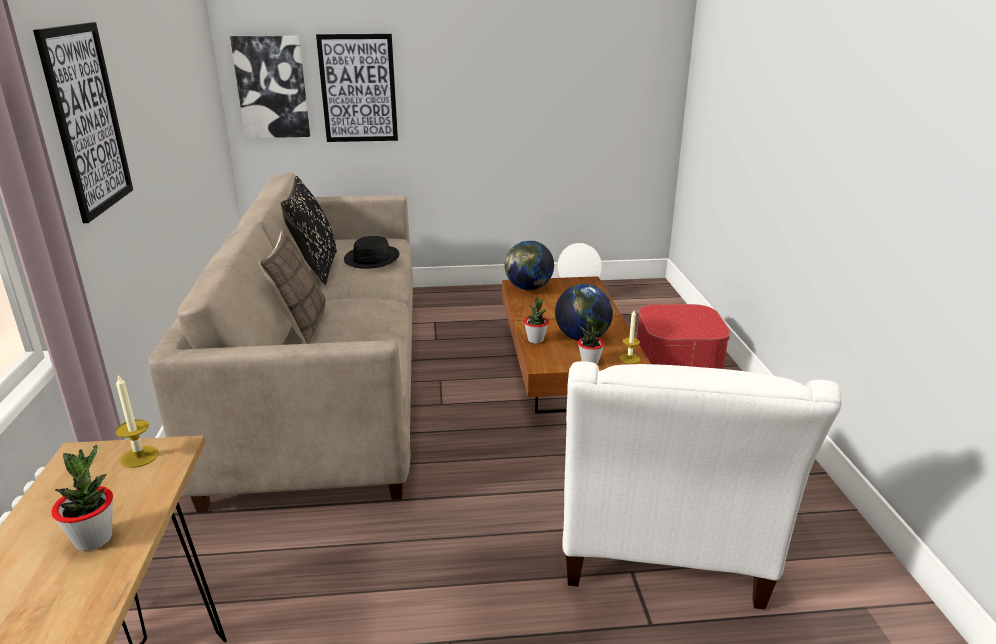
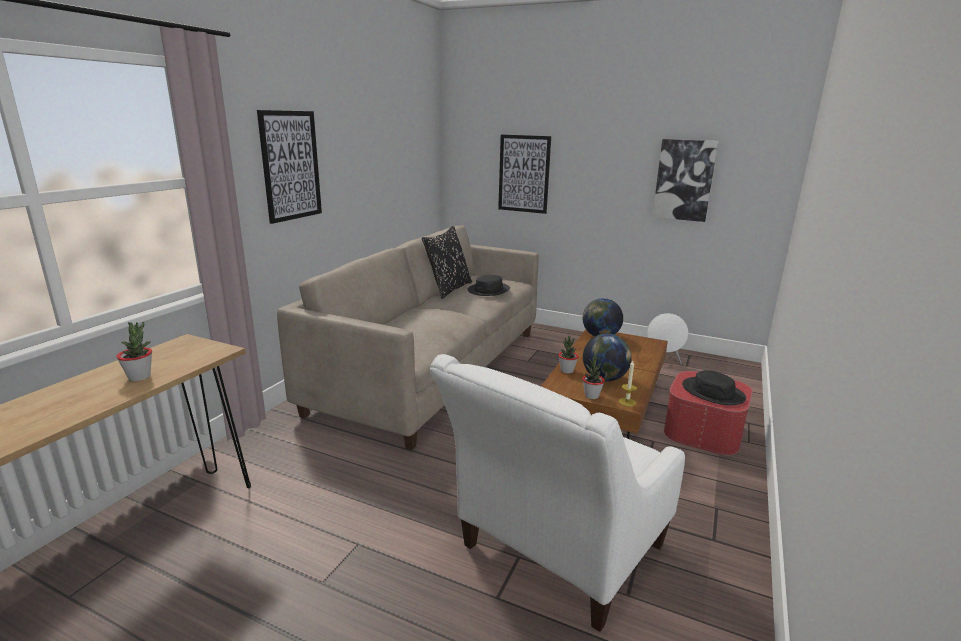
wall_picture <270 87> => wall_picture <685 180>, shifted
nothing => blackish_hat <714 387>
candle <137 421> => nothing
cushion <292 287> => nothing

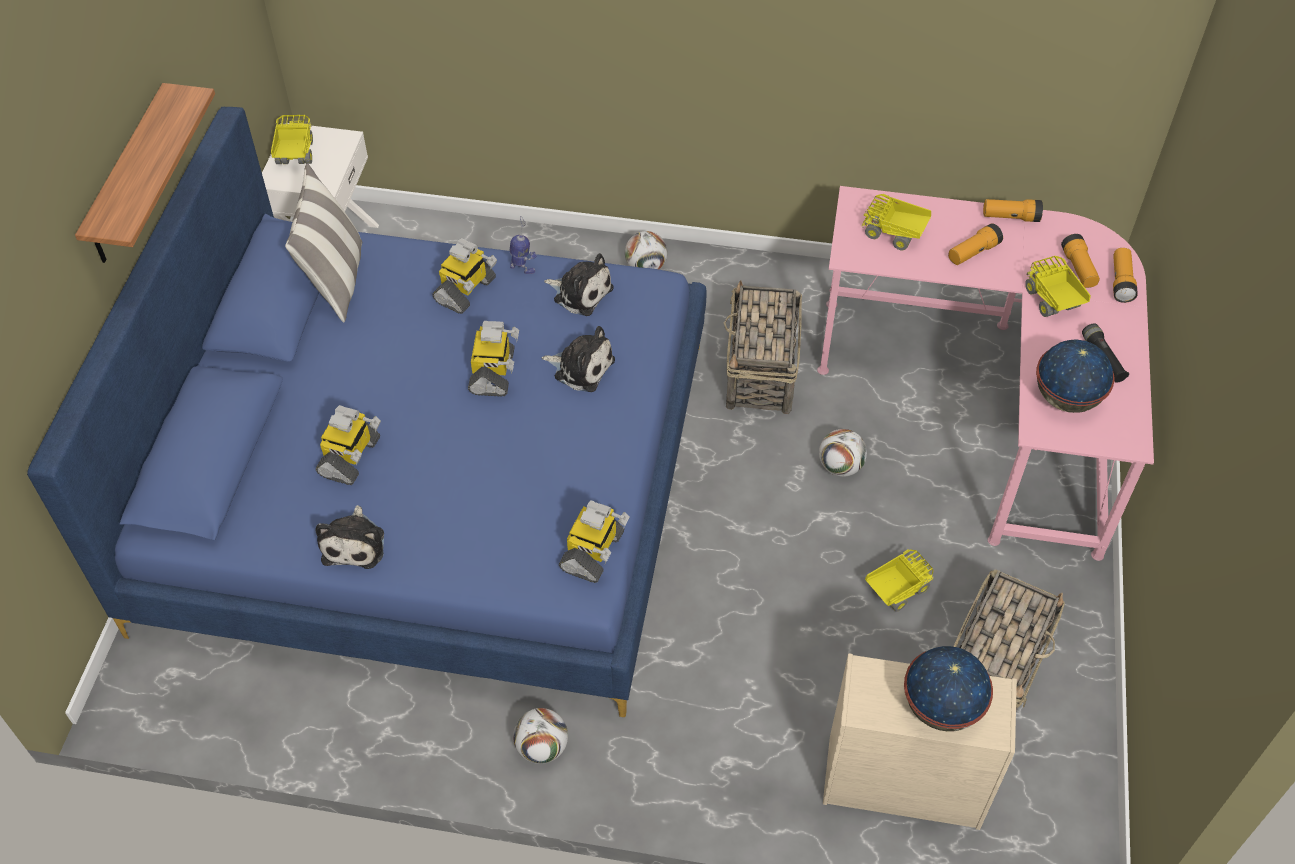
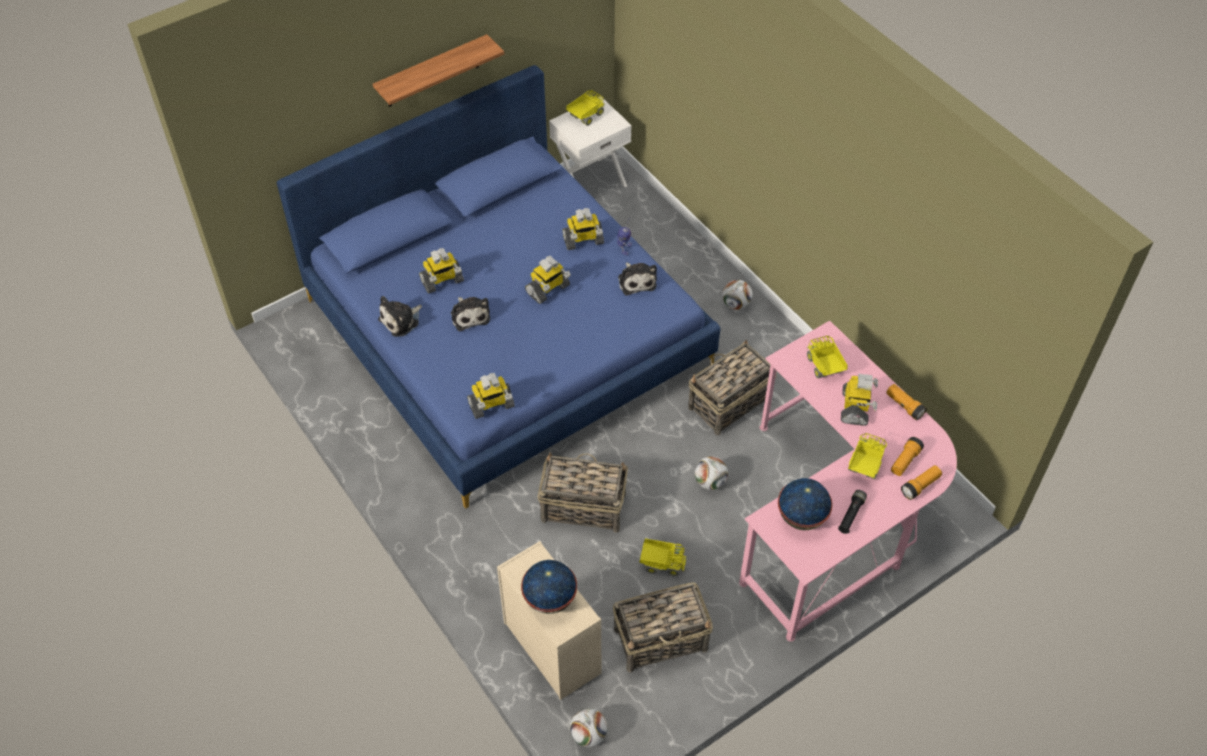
plush_toy <578 359> => plush_toy <470 314>, shifted
nothing => basket <583 492>
football_ball <540 736> => football_ball <589 727>, shifted
flashlight <975 244> => robot_figure <859 400>
cushion <323 243> => nothing

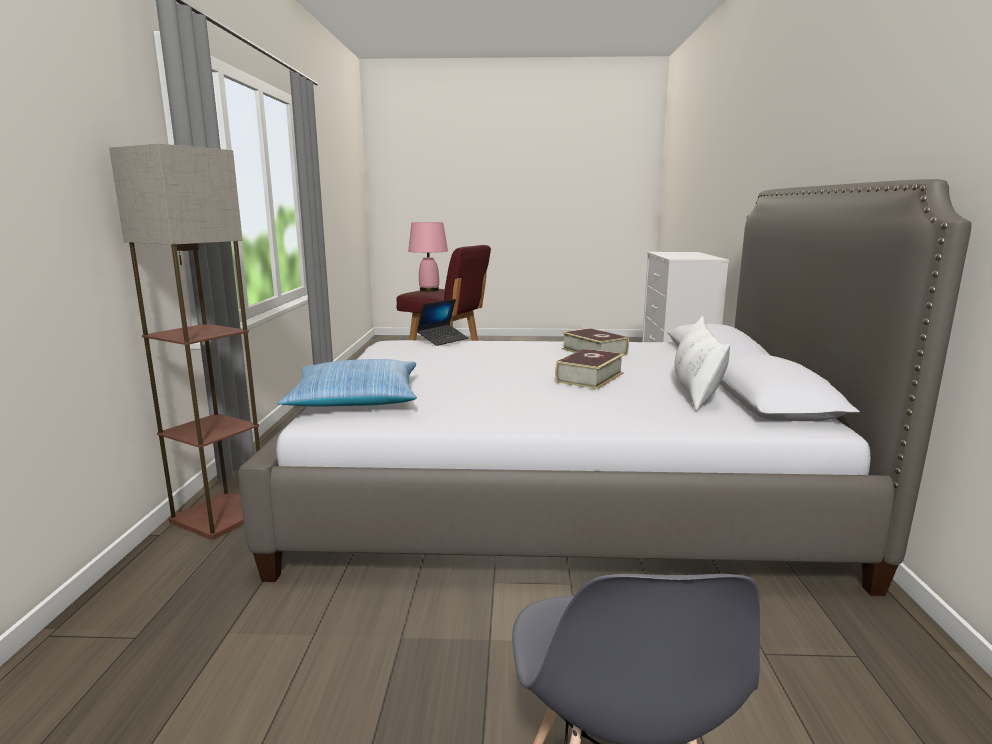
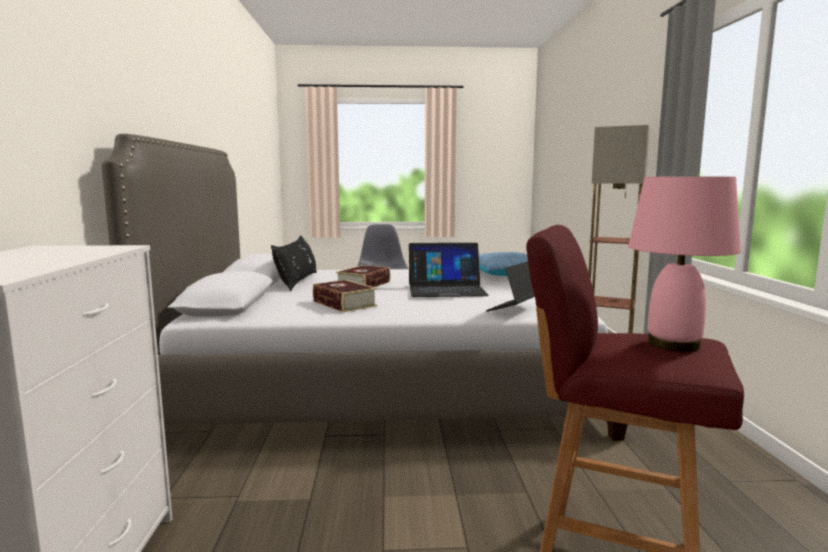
white-coloured_cushion <702 363> => blackish_cushion <294 263>
nothing => portable_computer <449 270>

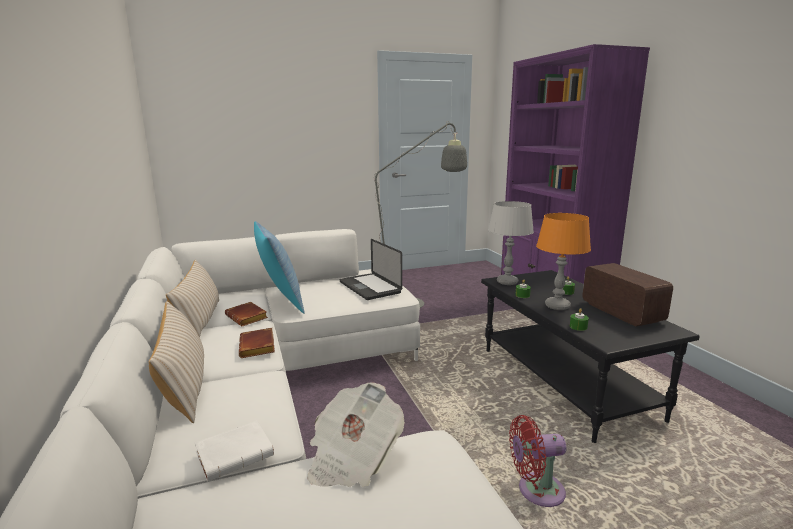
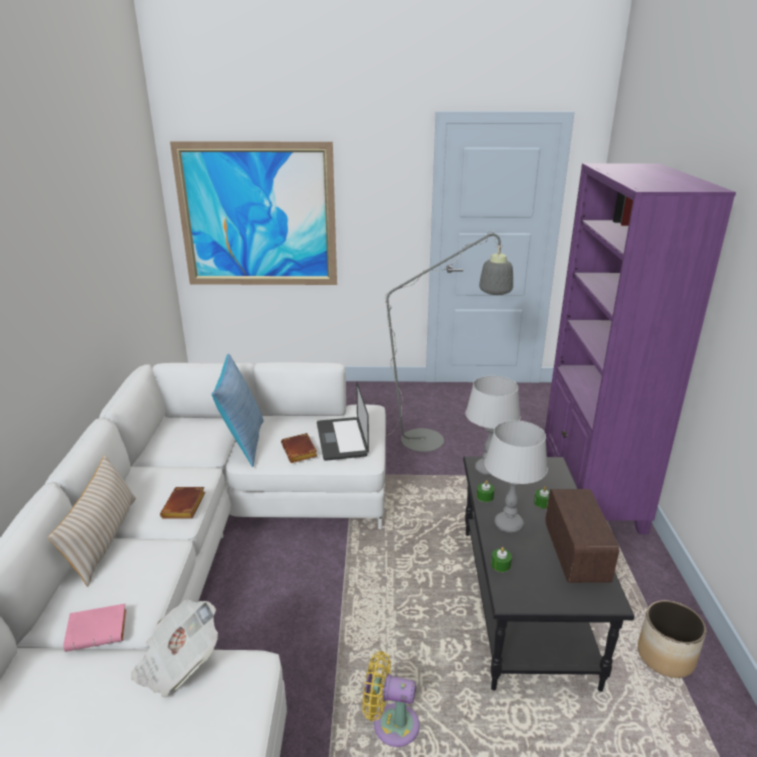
white-coloured_volume <234 451> => pink-coloured_volume <95 628>
nothing => wall_picture <253 213>
brown-coloured_volume <246 314> => brown-coloured_volume <299 448>, shifted
red_electric_fan <537 461> => yellow-coloured_electric_fan <391 699>
orange_lamp_for_a_table <563 261> => greyish_lamp_for_a_table <516 476>
nothing => plant_pot <672 639>
beige_cushion <192 299> => nothing

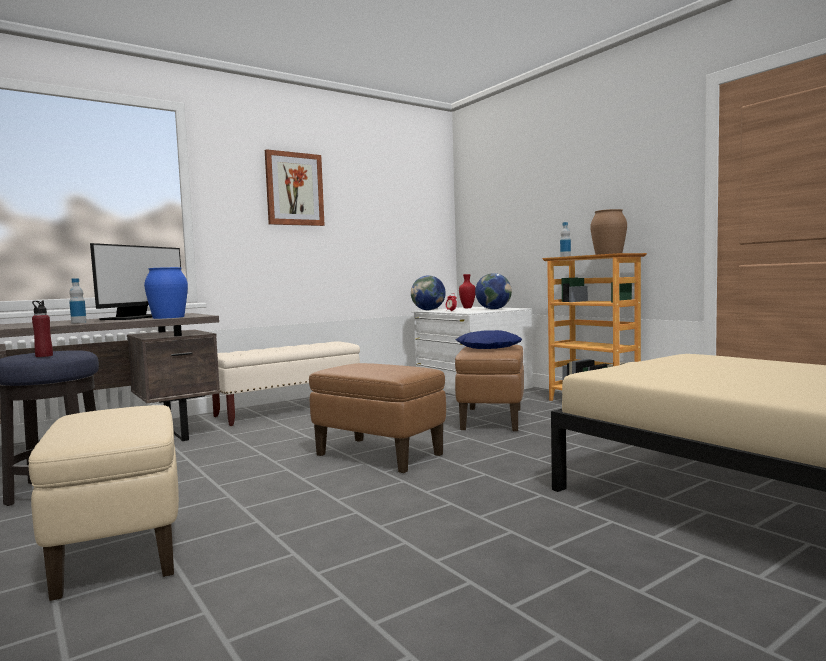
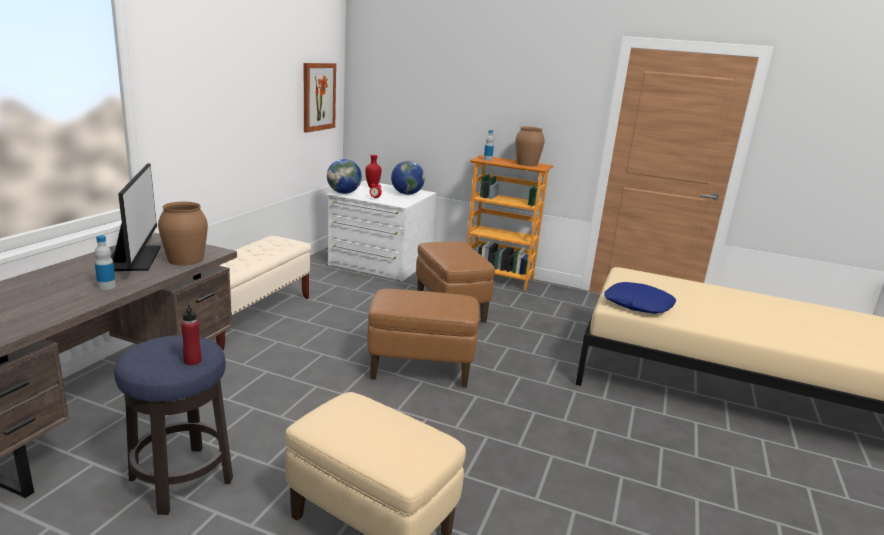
bluish_vase <166 293> => brown-coloured_vase <183 233>
wall_picture <295 187> => wall_picture <320 98>, shifted
bluish_cushion <488 339> => bluish_cushion <640 298>, shifted

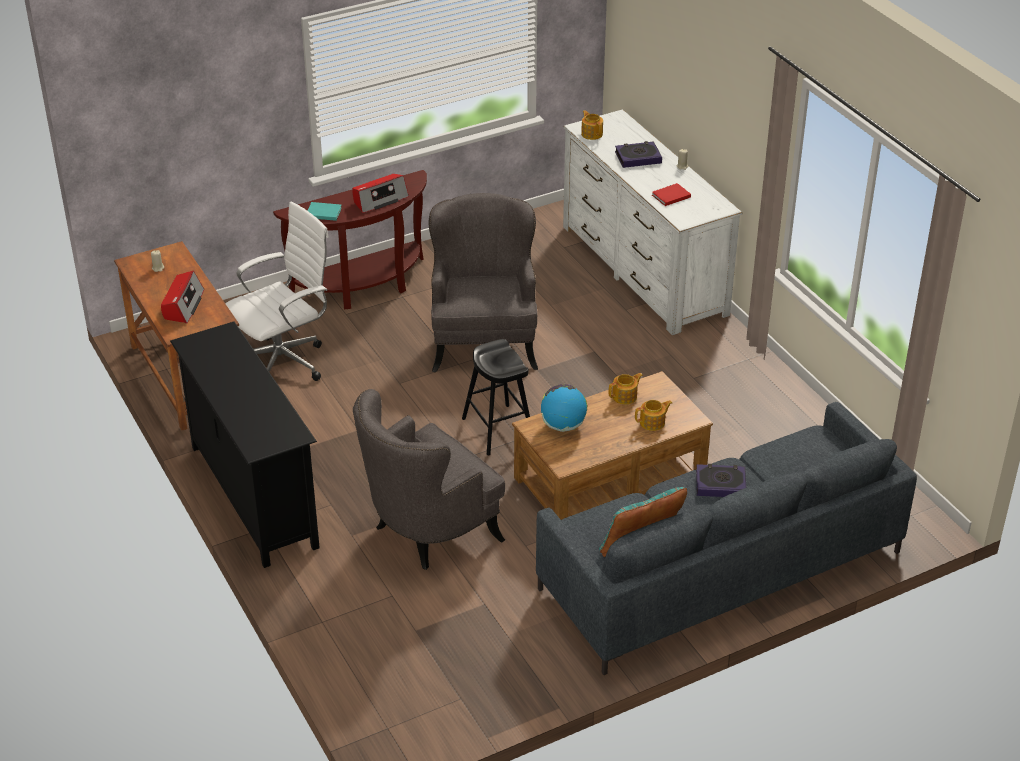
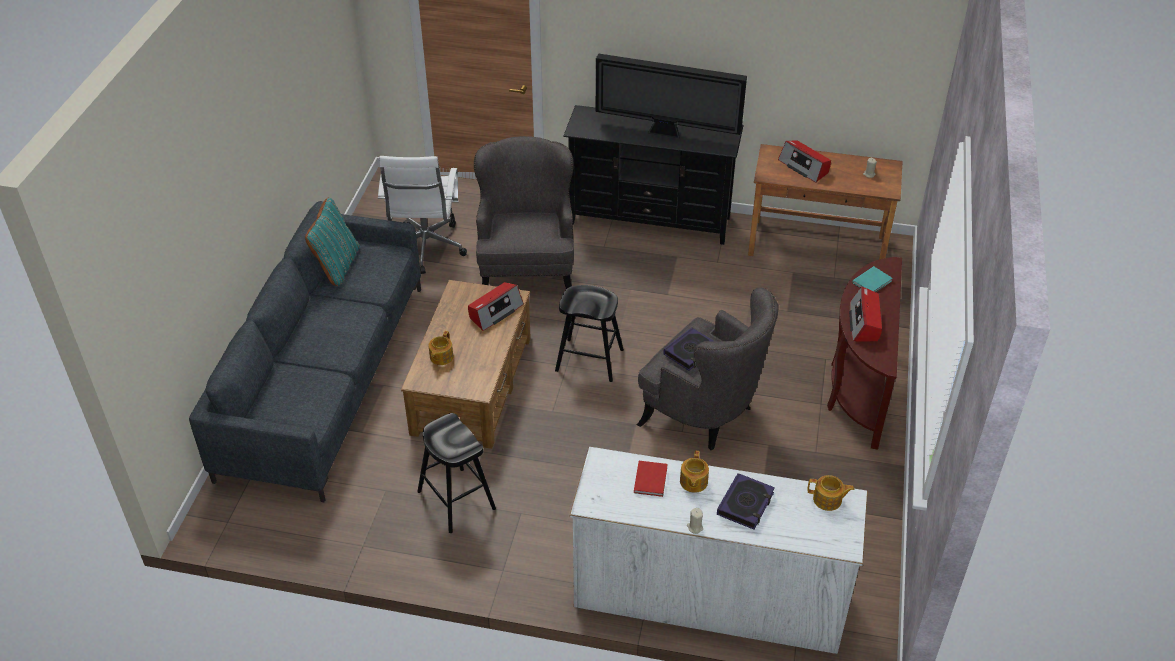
white-coloured_computer_chair <277 291> => white-coloured_computer_chair <422 215>, shifted
nothing => blackish_stool <456 473>
globe <564 408> => radio <496 306>
nothing => TV <671 95>
volume <721 480> => volume <688 349>, shifted
teapot <626 389> => teapot <694 472>, shifted

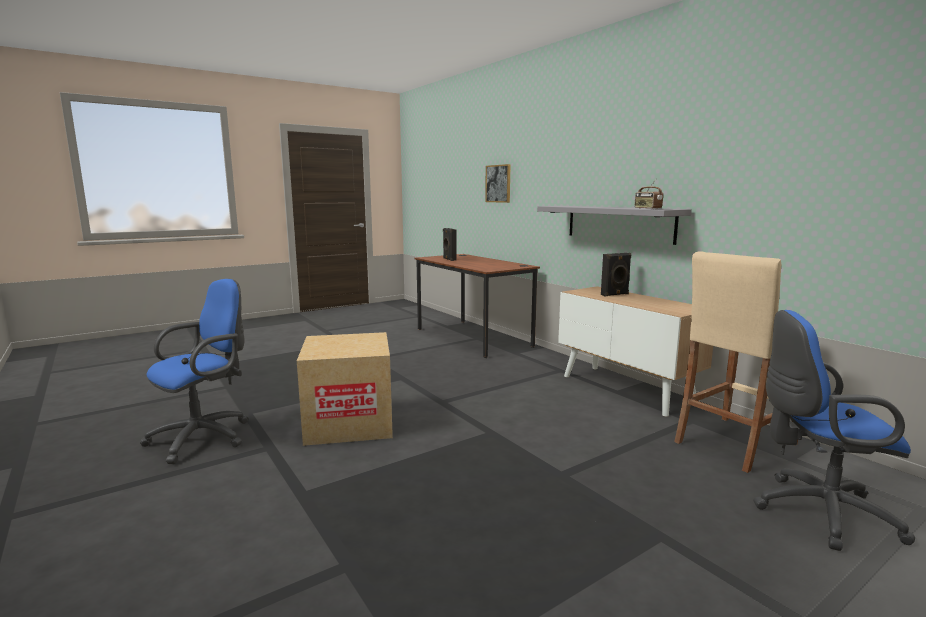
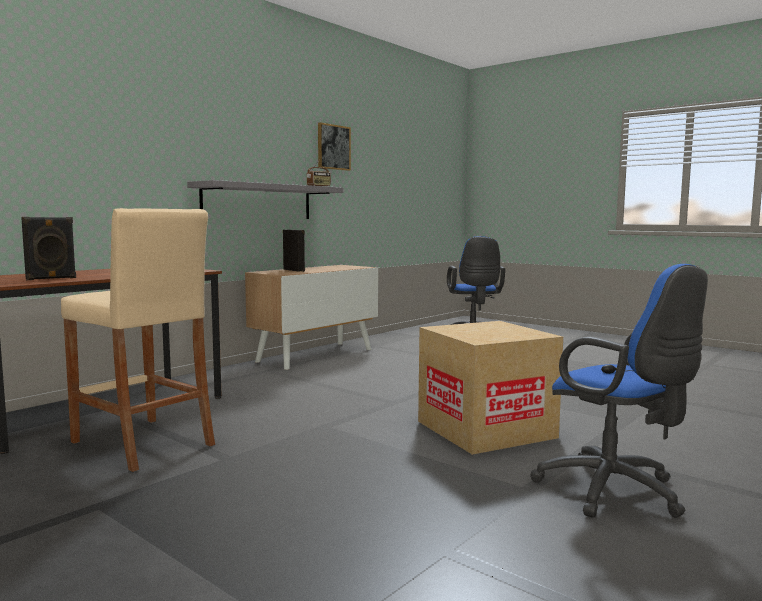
beige_stool <744 362> => beige_stool <138 340>, shifted
wall_picture <498 183> => wall_picture <334 146>, shifted
bluish_computer_chair <194 371> => bluish_computer_chair <619 391>, 150 degrees counterclockwise

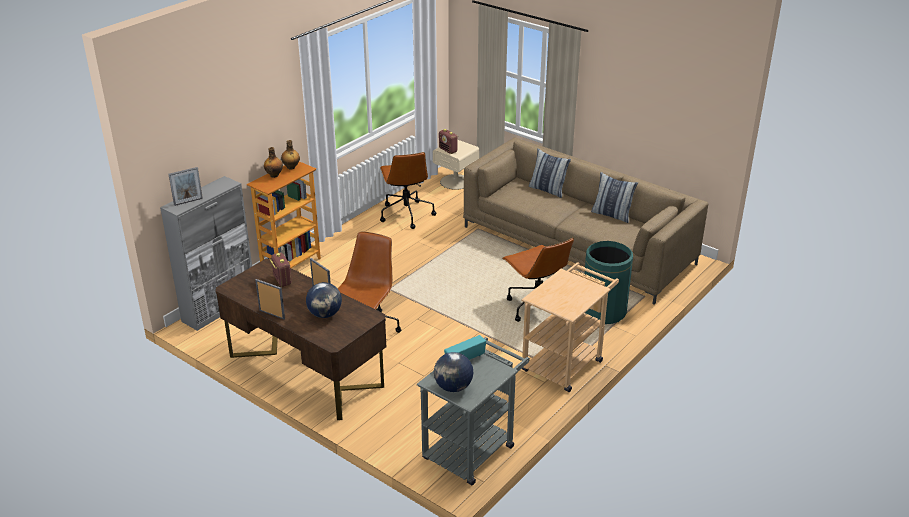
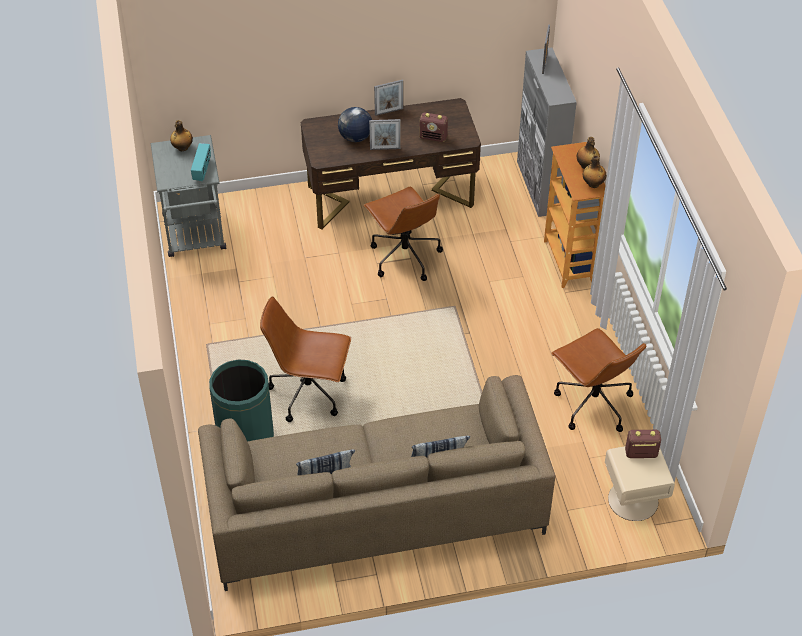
globe <454 372> => drink_bottle <181 135>
brown-coloured_computer_chair <408 190> => brown-coloured_computer_chair <598 380>, 150 degrees counterclockwise
beige_trolley <570 327> => nothing

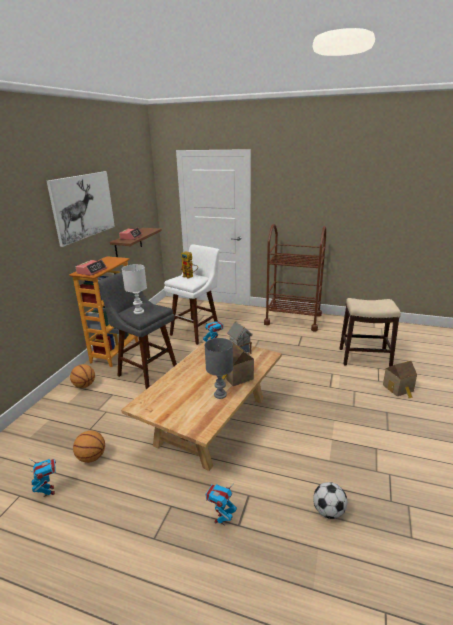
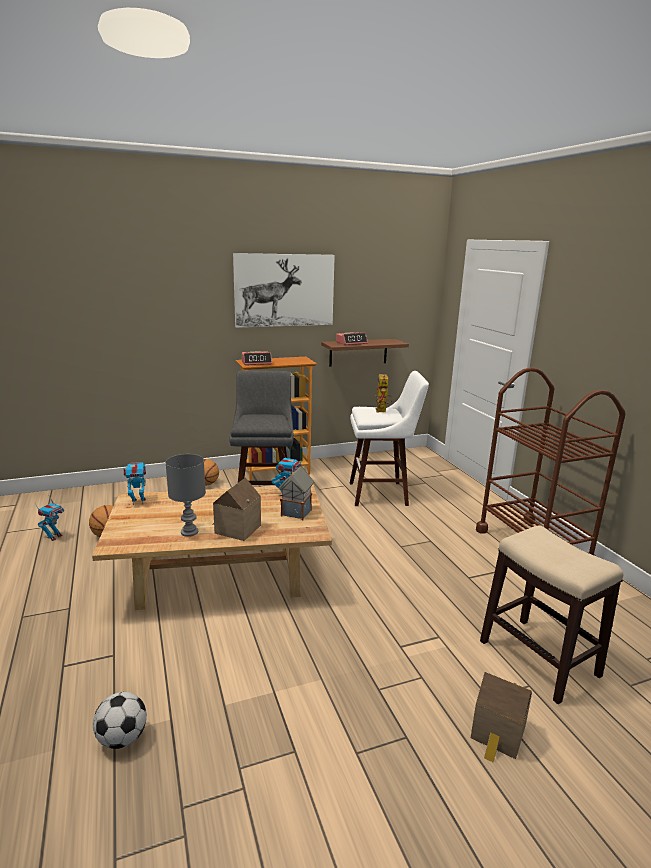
robot_figure <221 504> => robot_figure <134 483>, shifted
white-coloured_lamp_for_a_table <134 289> => nothing

